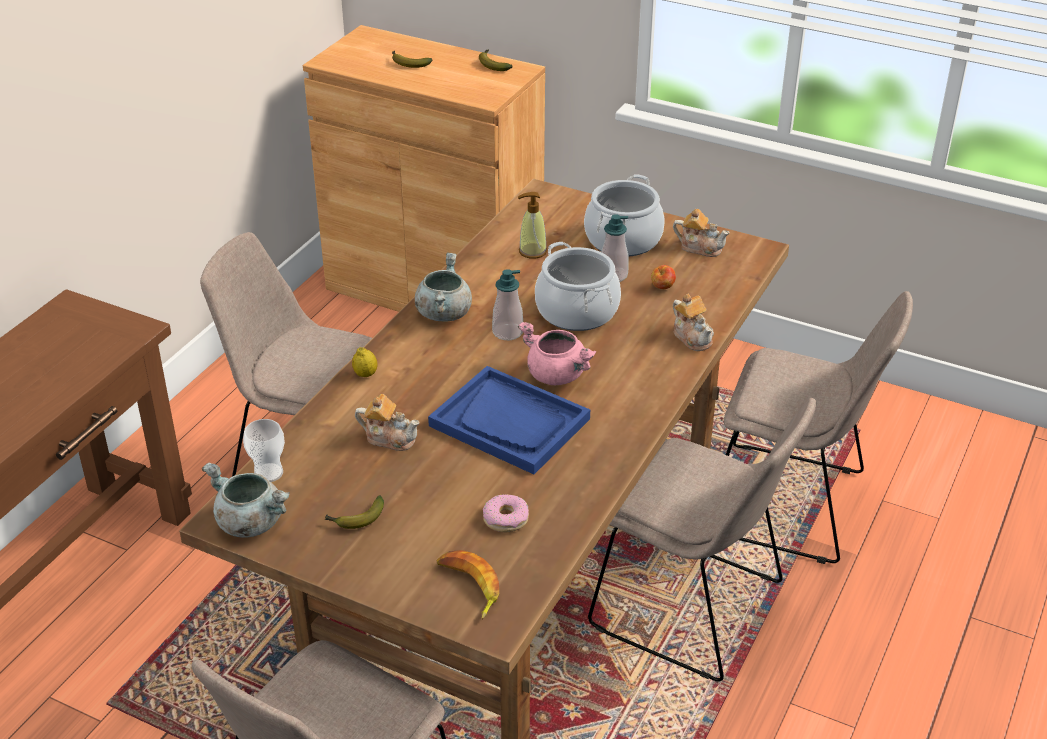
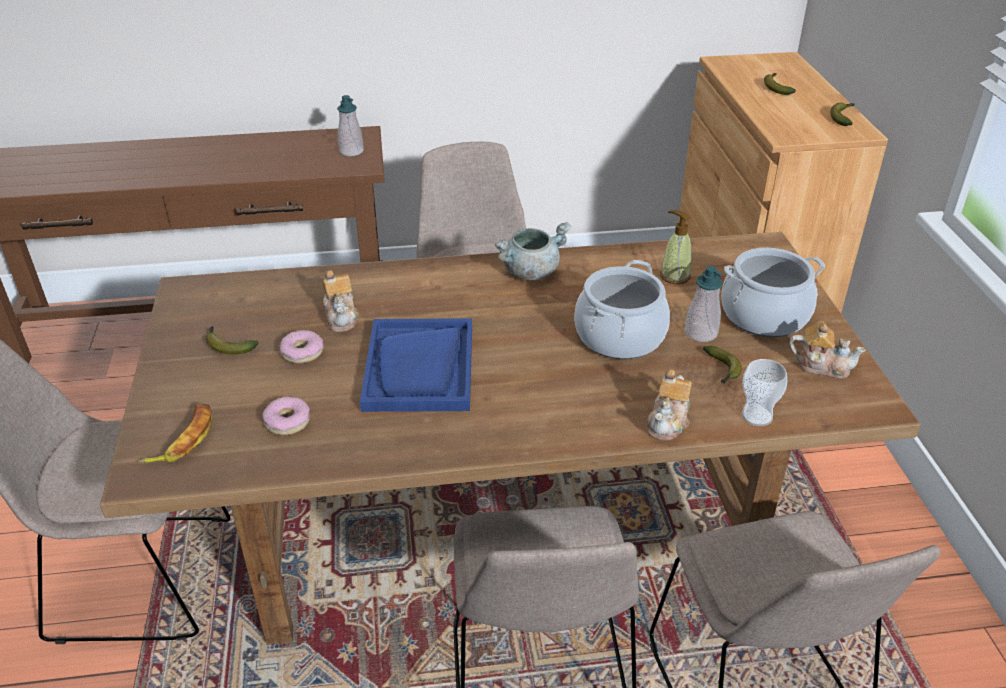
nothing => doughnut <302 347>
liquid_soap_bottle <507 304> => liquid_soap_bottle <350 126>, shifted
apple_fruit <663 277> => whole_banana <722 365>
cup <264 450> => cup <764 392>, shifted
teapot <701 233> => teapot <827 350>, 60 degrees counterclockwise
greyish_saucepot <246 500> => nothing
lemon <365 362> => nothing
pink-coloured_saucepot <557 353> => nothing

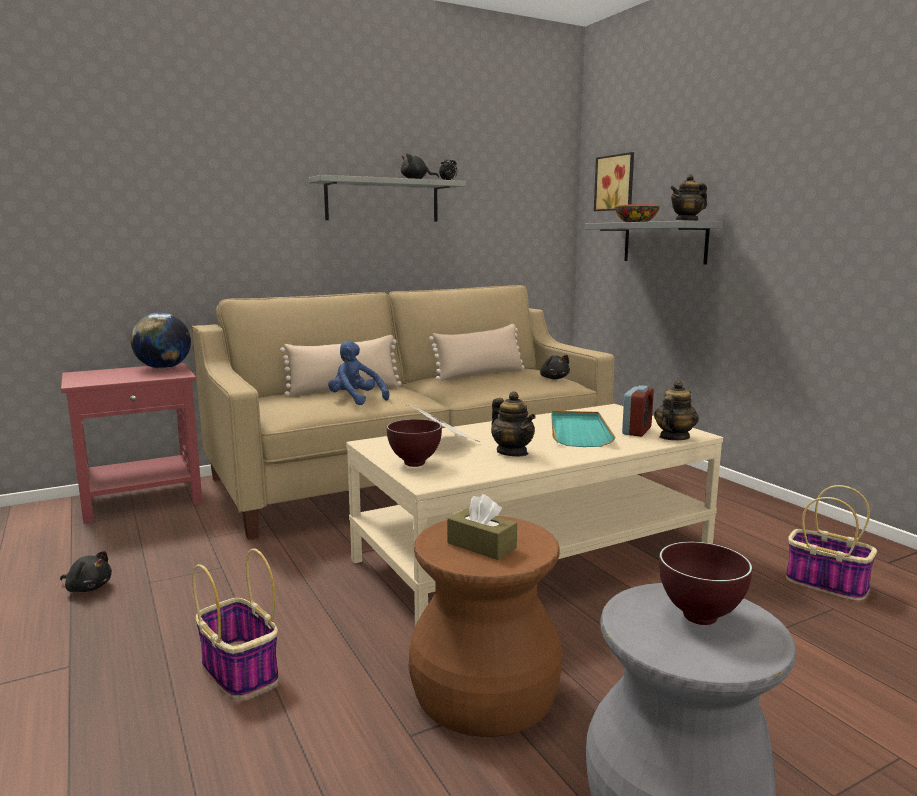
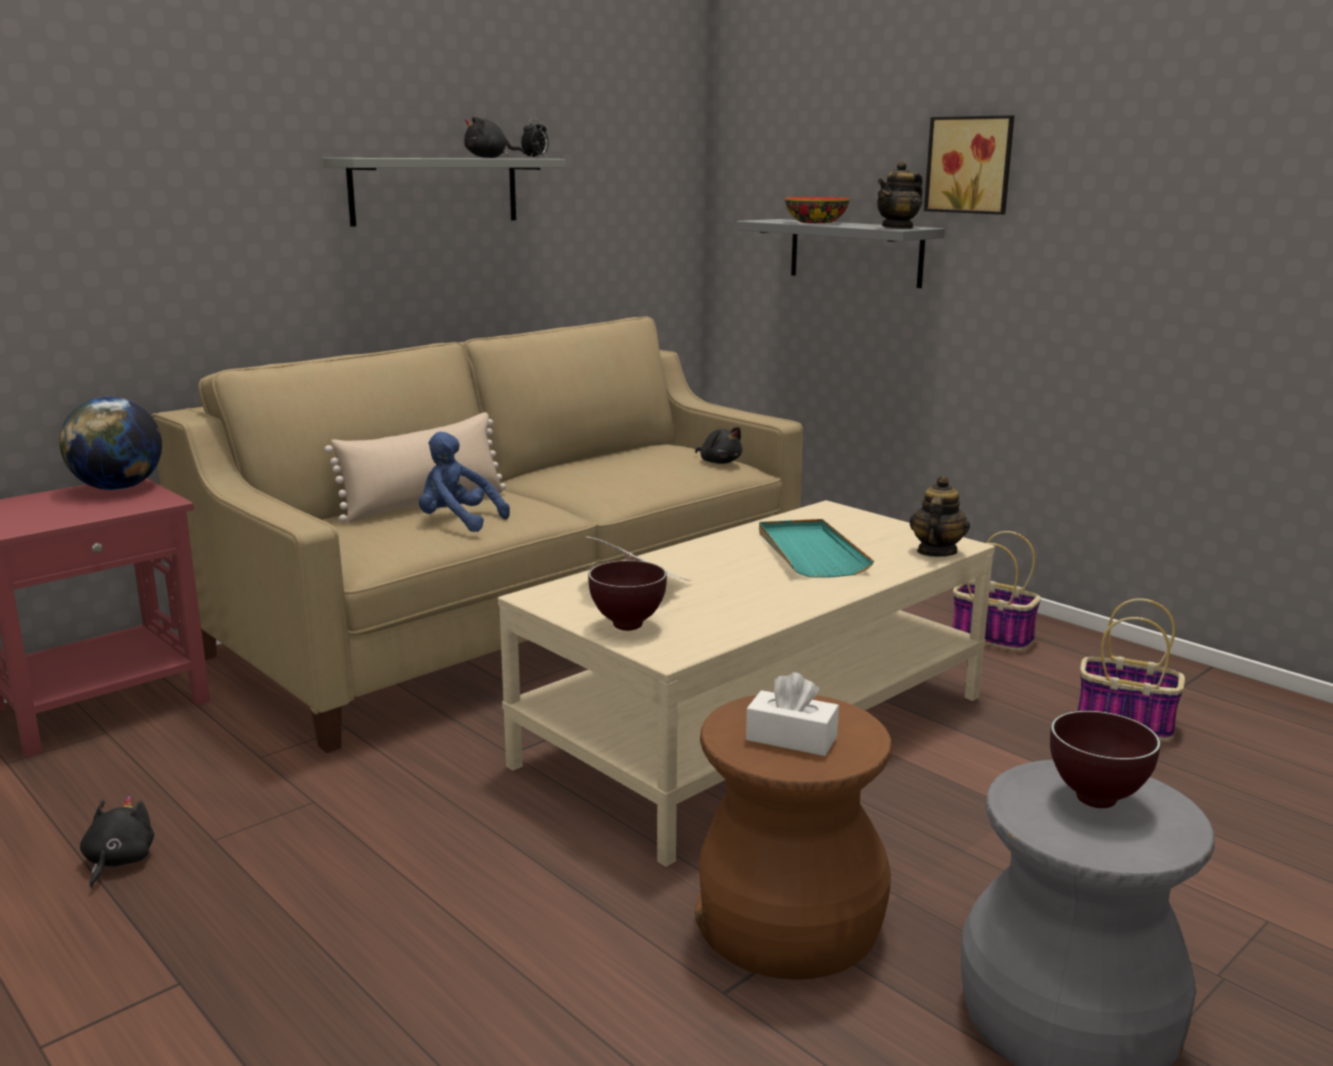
blackish_plush_toy <86 571> => blackish_plush_toy <117 842>, 90 degrees counterclockwise
brown-coloured_tissue_box <482 527> => white-coloured_tissue_box <792 714>
wall_picture <614 181> => wall_picture <969 165>, shifted
basket <235 624> => basket <996 591>, shifted
beige_cushion <476 352> => nothing
teapot <513 423> => nothing
bedside_clock <638 411> => nothing

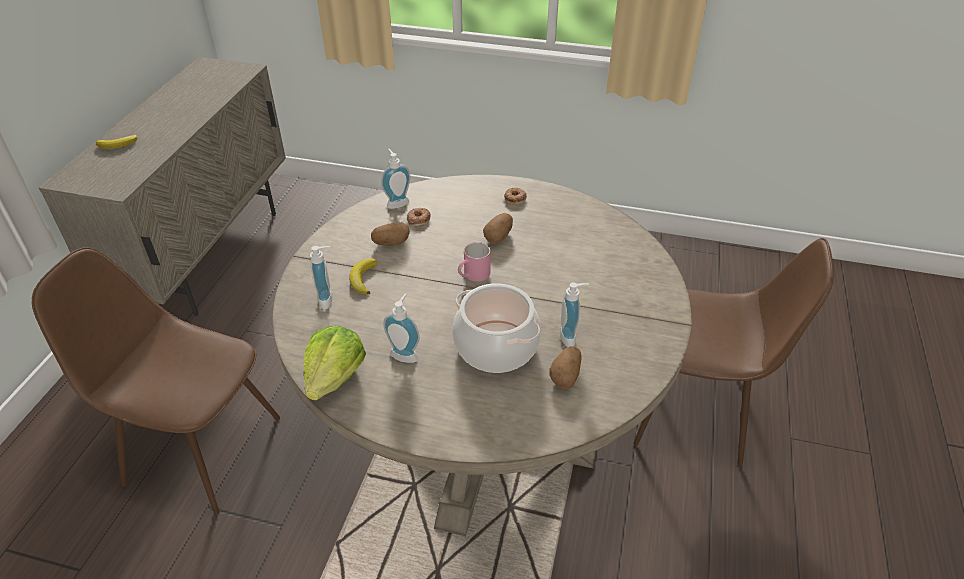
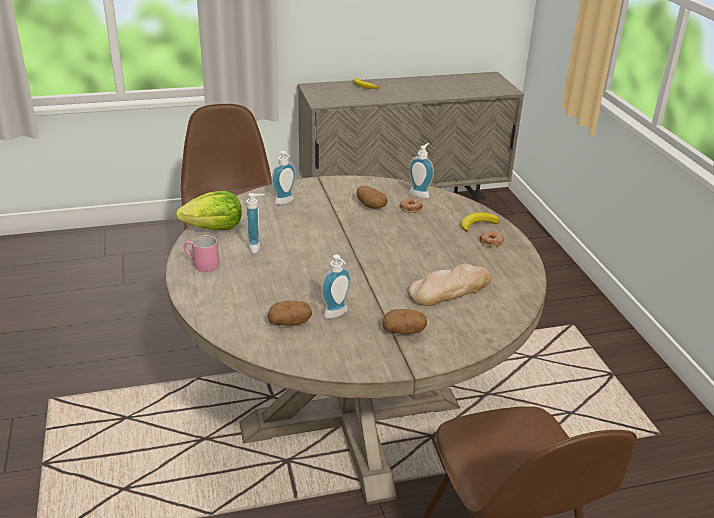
pink-coloured_mug <474 262> => pink-coloured_mug <201 253>, shifted
whole_potato <498 228> => whole_potato <404 322>, shifted
nothing => bakery_bread <449 285>
whole_banana <363 276> => whole_banana <480 222>, shifted
saucepot <497 328> => nothing

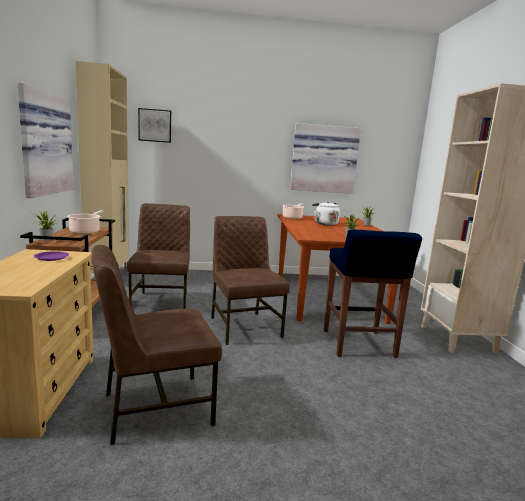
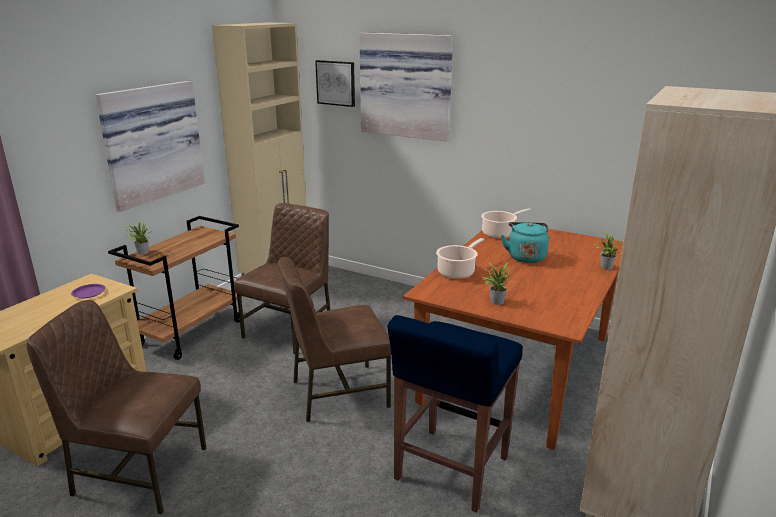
brown-coloured_chair <250 280> => brown-coloured_chair <334 339>, 120 degrees counterclockwise
wall_picture <325 158> => wall_picture <406 87>, shifted
saucepot <85 222> => saucepot <460 258>, shifted
white-coloured_kettle <326 213> => turquoise-coloured_kettle <525 242>

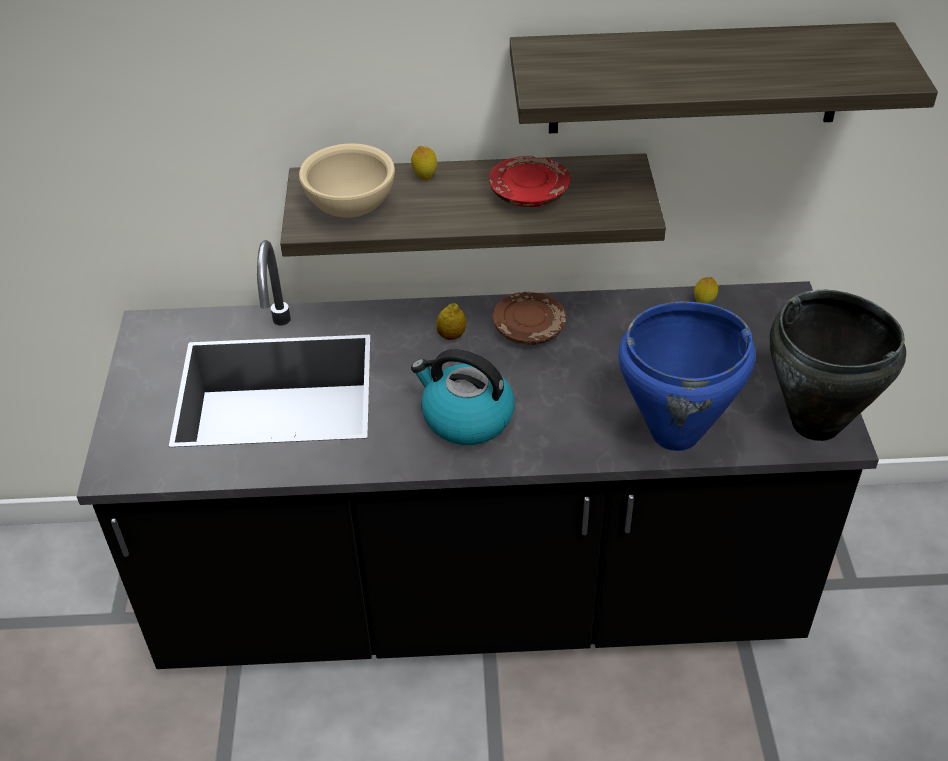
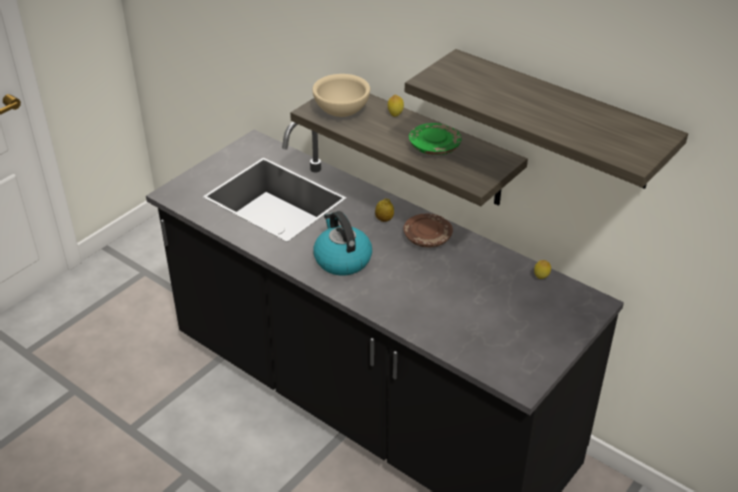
red_flat_dish <530 181> => green-coloured_flat_dish <435 139>
bluish_saucepot <687 376> => nothing
blackish_saucepot <838 365> => nothing

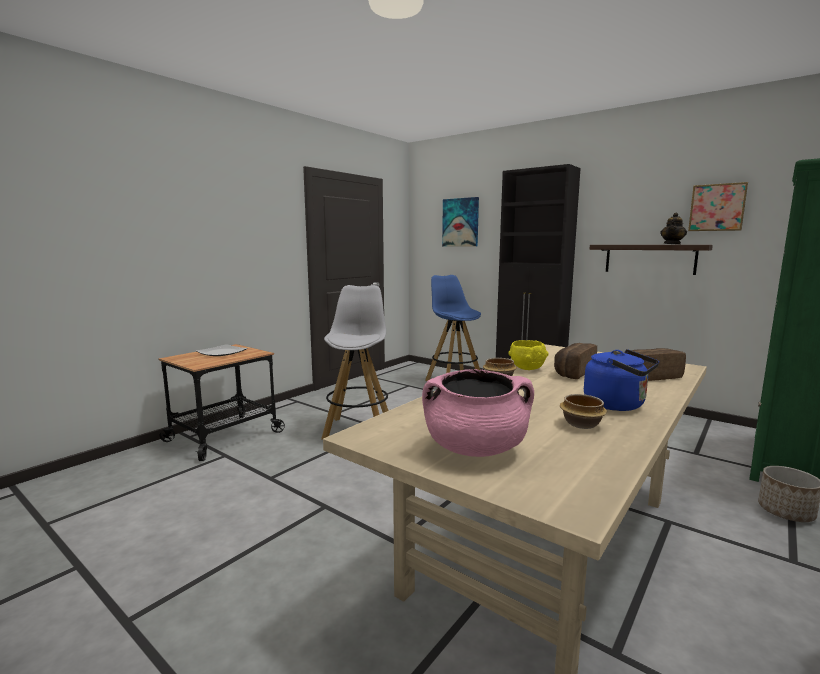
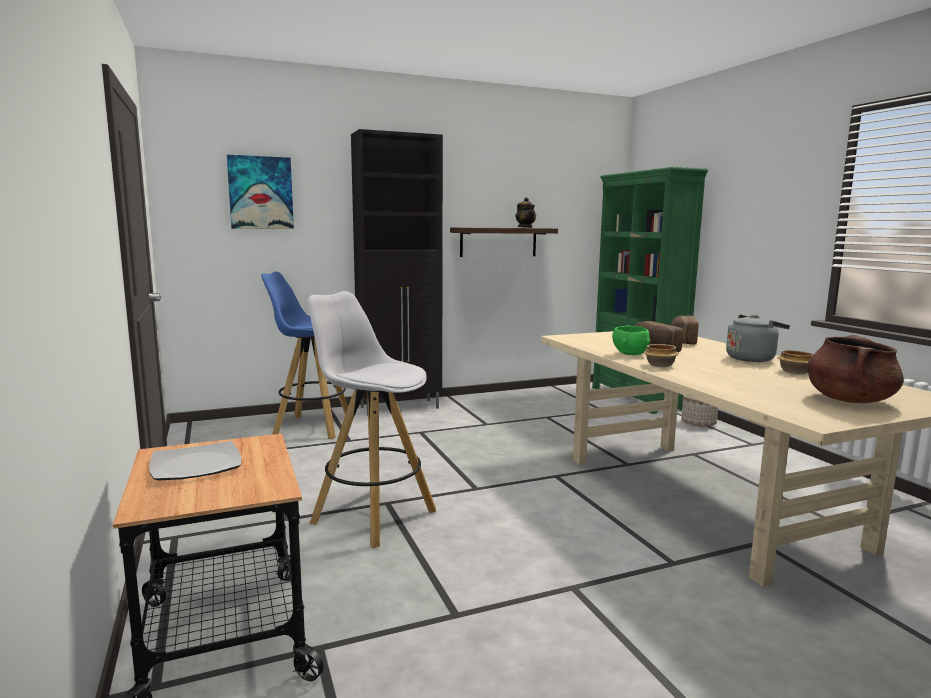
yellow-coloured_serving_bowl <528 355> => green-coloured_serving_bowl <631 340>
bluish_kettle <621 380> => greyish_kettle <758 338>
pink-coloured_saucepot <478 413> => brown-coloured_saucepot <855 369>
wall_picture <718 206> => nothing

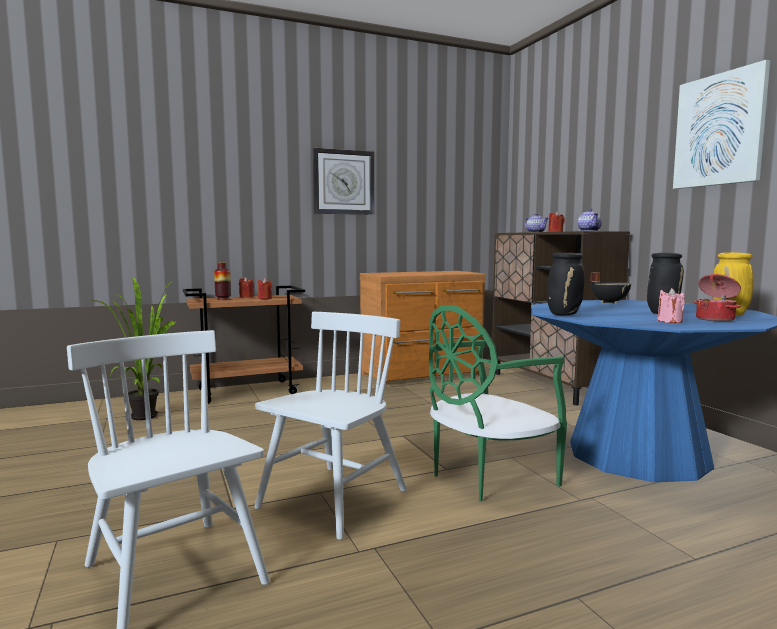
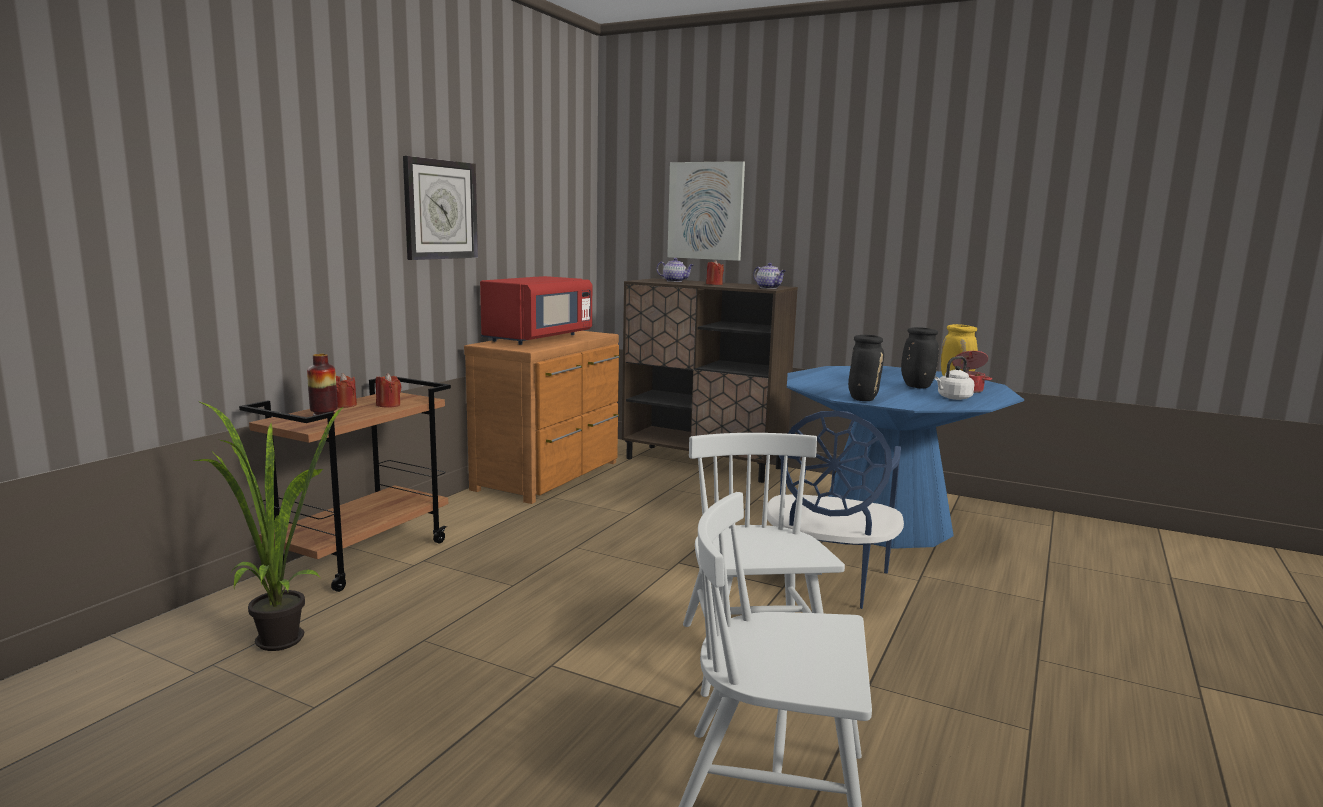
nothing => red_microwave_oven <536 310>
wall_picture <721 124> => wall_picture <706 211>, shifted
green-coloured_chair <498 403> => bluish_chair <835 510>
pink-coloured_candle <671 305> => white-coloured_kettle <954 378>
blackish_saucepot <610 288> => nothing

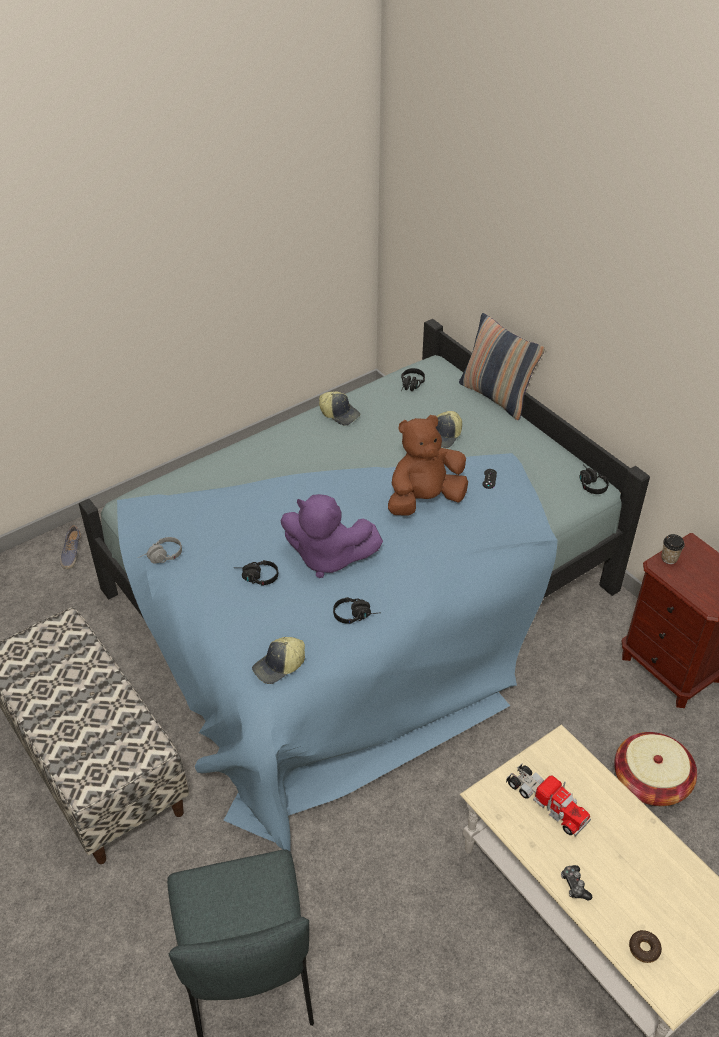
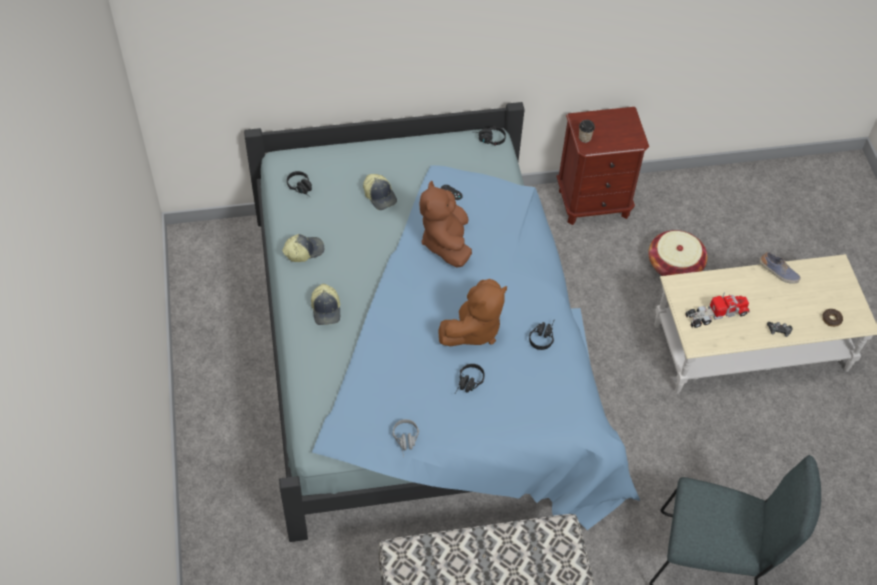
peaked_cap <278 660> => peaked_cap <325 304>, shifted
purple_plush_toy <332 536> => brown-coloured_plush_toy <472 312>
shoe <70 547> => shoe <780 268>, shifted
cushion <502 366> => nothing

